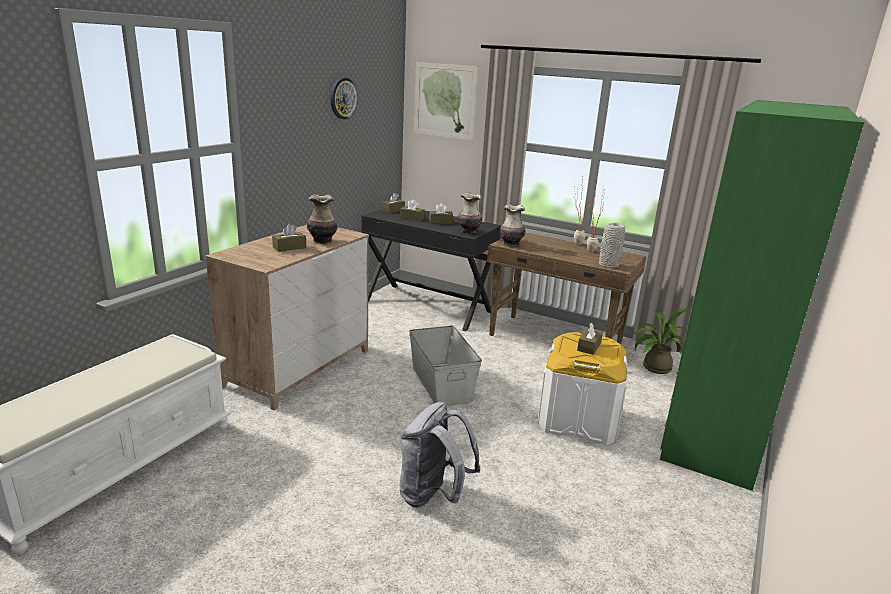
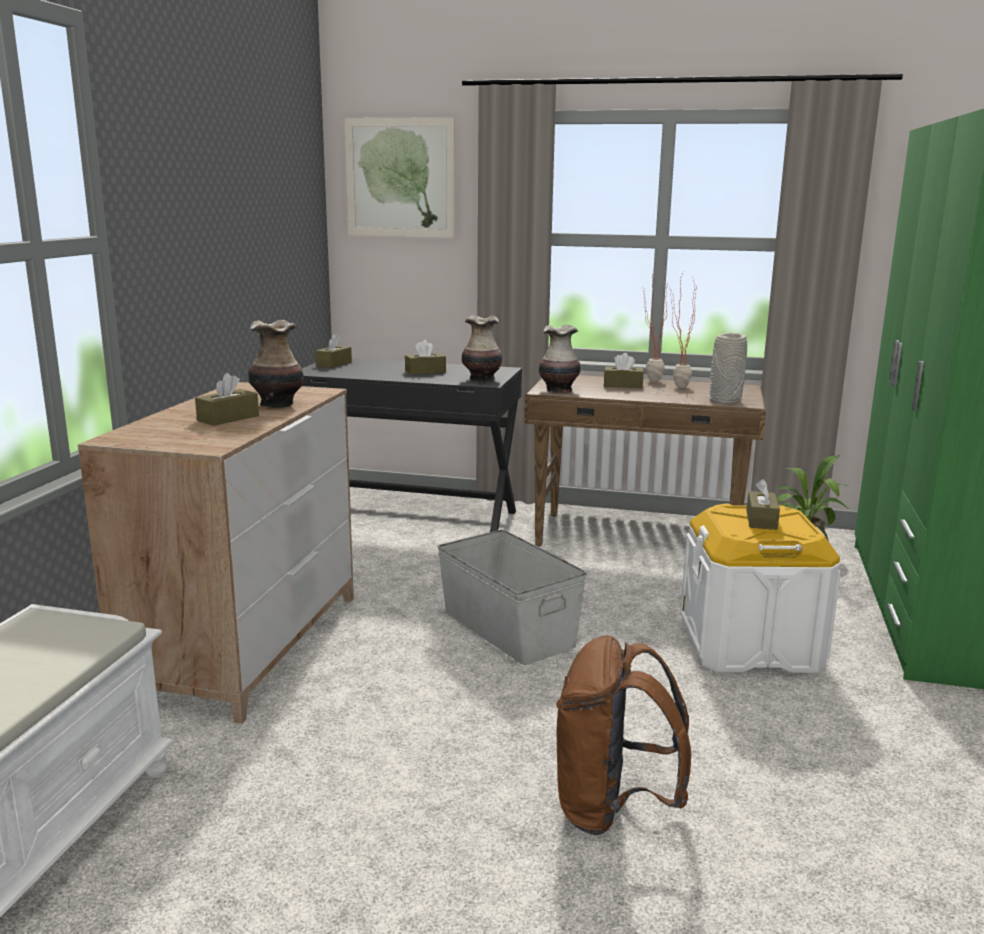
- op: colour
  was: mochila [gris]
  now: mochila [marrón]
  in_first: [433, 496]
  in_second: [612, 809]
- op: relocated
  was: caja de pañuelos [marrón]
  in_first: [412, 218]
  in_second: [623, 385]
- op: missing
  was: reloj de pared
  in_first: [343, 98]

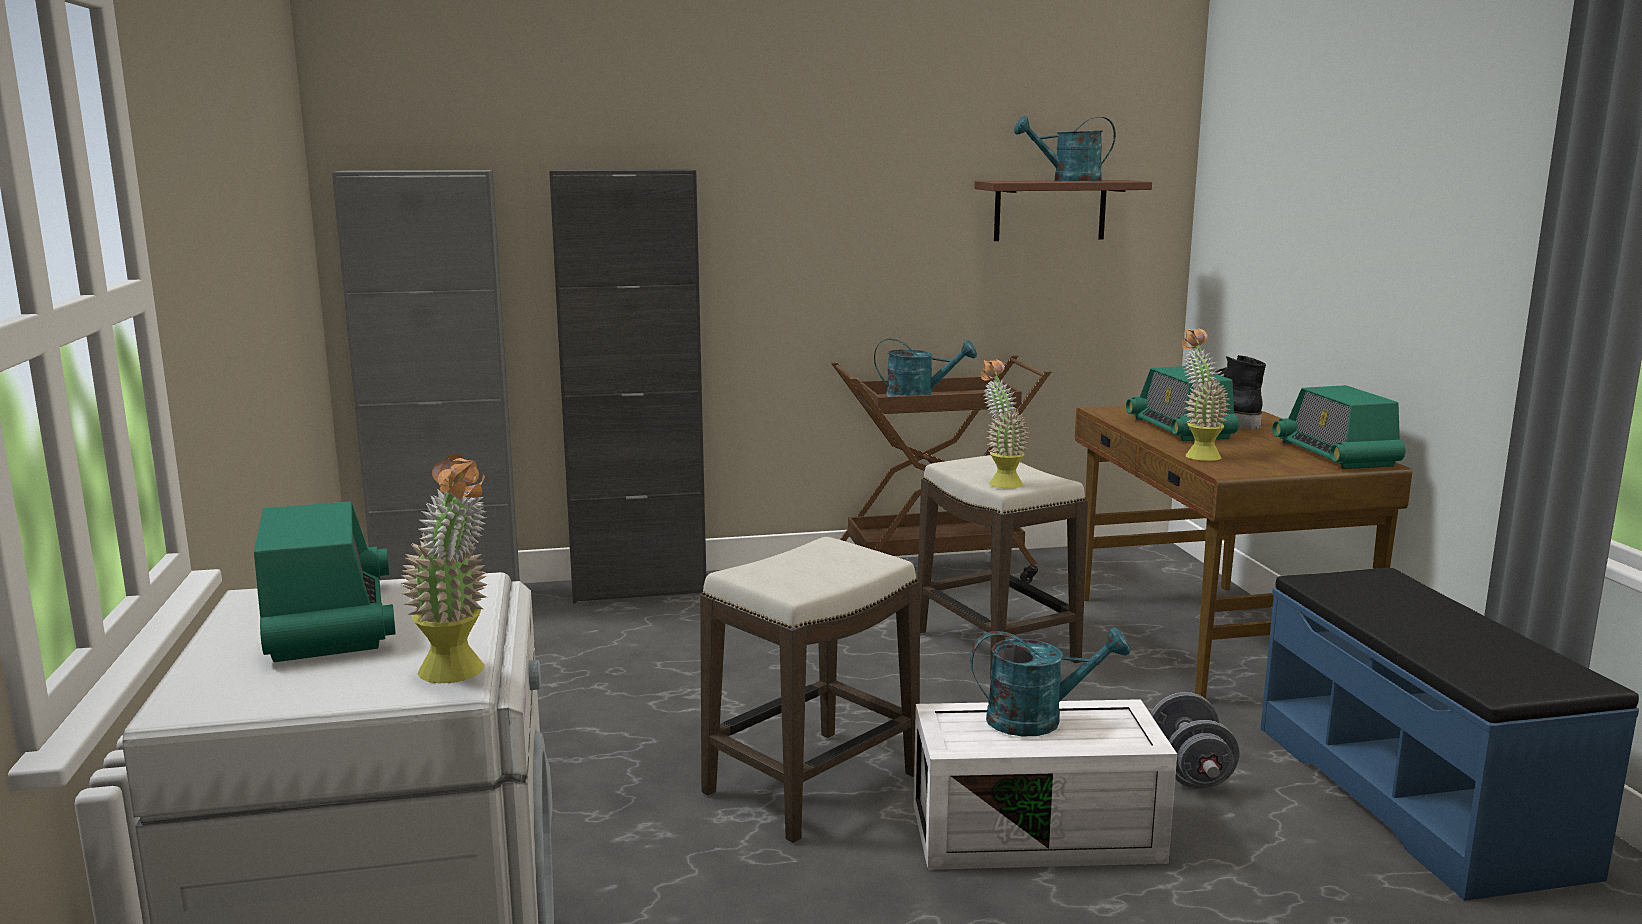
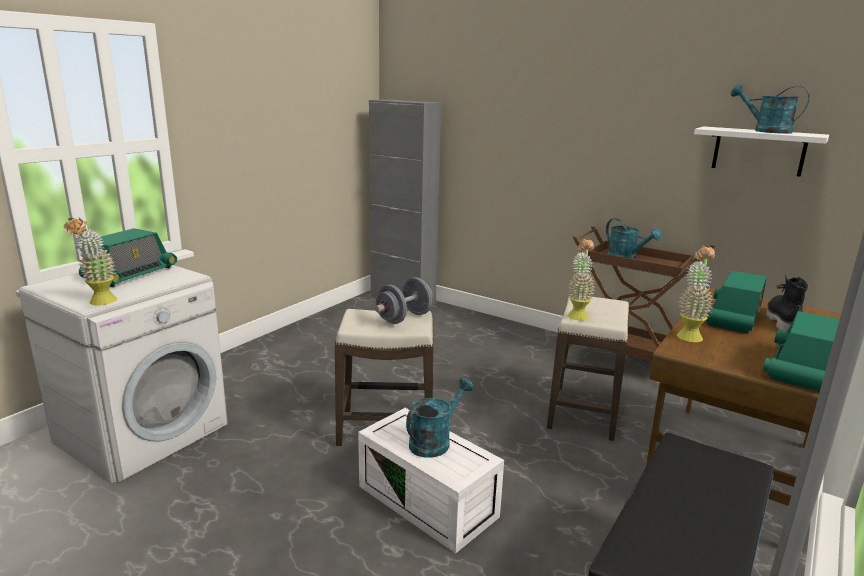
- op: relocated
  was: mancuerna [gris]
  in_first: [1189, 771]
  in_second: [404, 318]
- op: spun
  was: regadera [turquesa]
  in_first: [1038, 720]
  in_second: [435, 441]
  clockwise: -90
- op: colour
  was: estante [marrón]
  now: estante [blanco]
  in_first: [1050, 210]
  in_second: [758, 151]
- op: missing
  was: armario [negro]
  in_first: [638, 588]

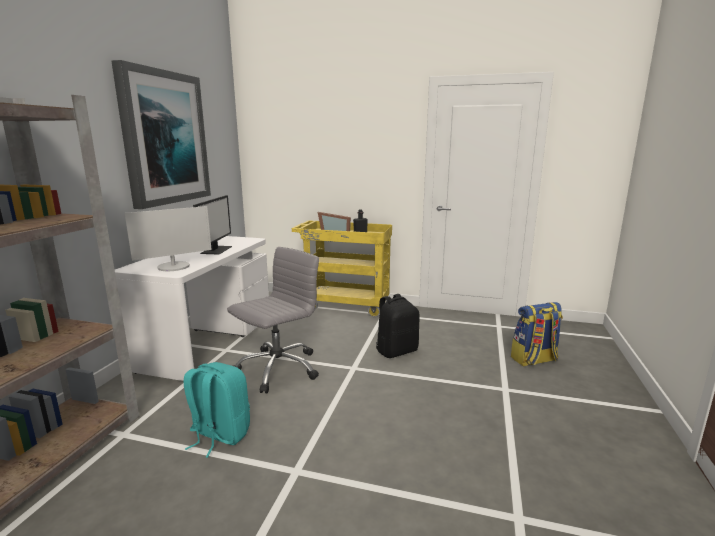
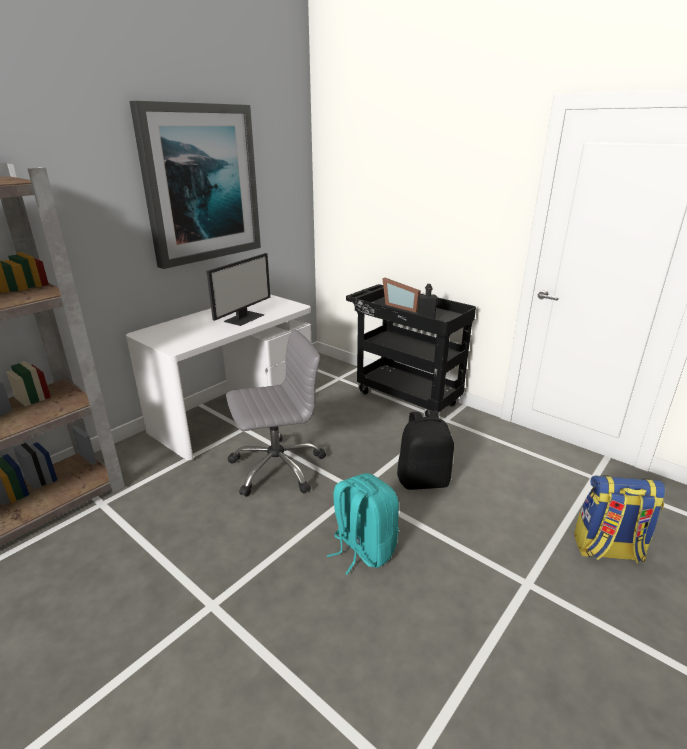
- op: relocated
  was: mochila [turquesa]
  in_first: [219, 435]
  in_second: [362, 549]
- op: colour
  was: carrito [amarillo]
  now: carrito [negro]
  in_first: [343, 307]
  in_second: [403, 399]
- op: missing
  was: monitor
  in_first: [174, 267]

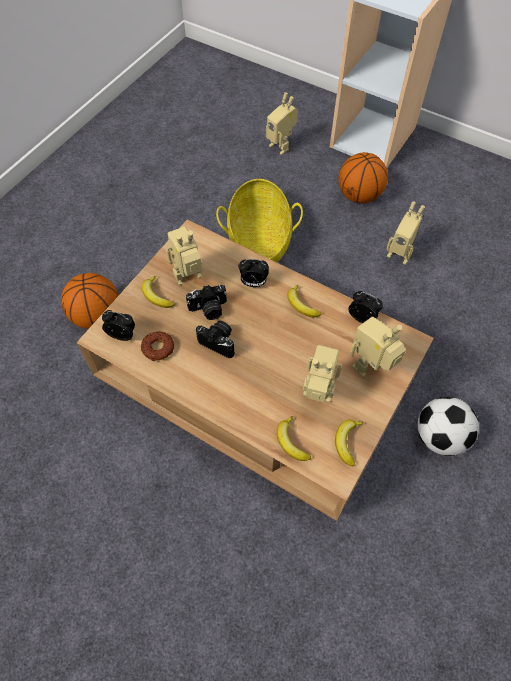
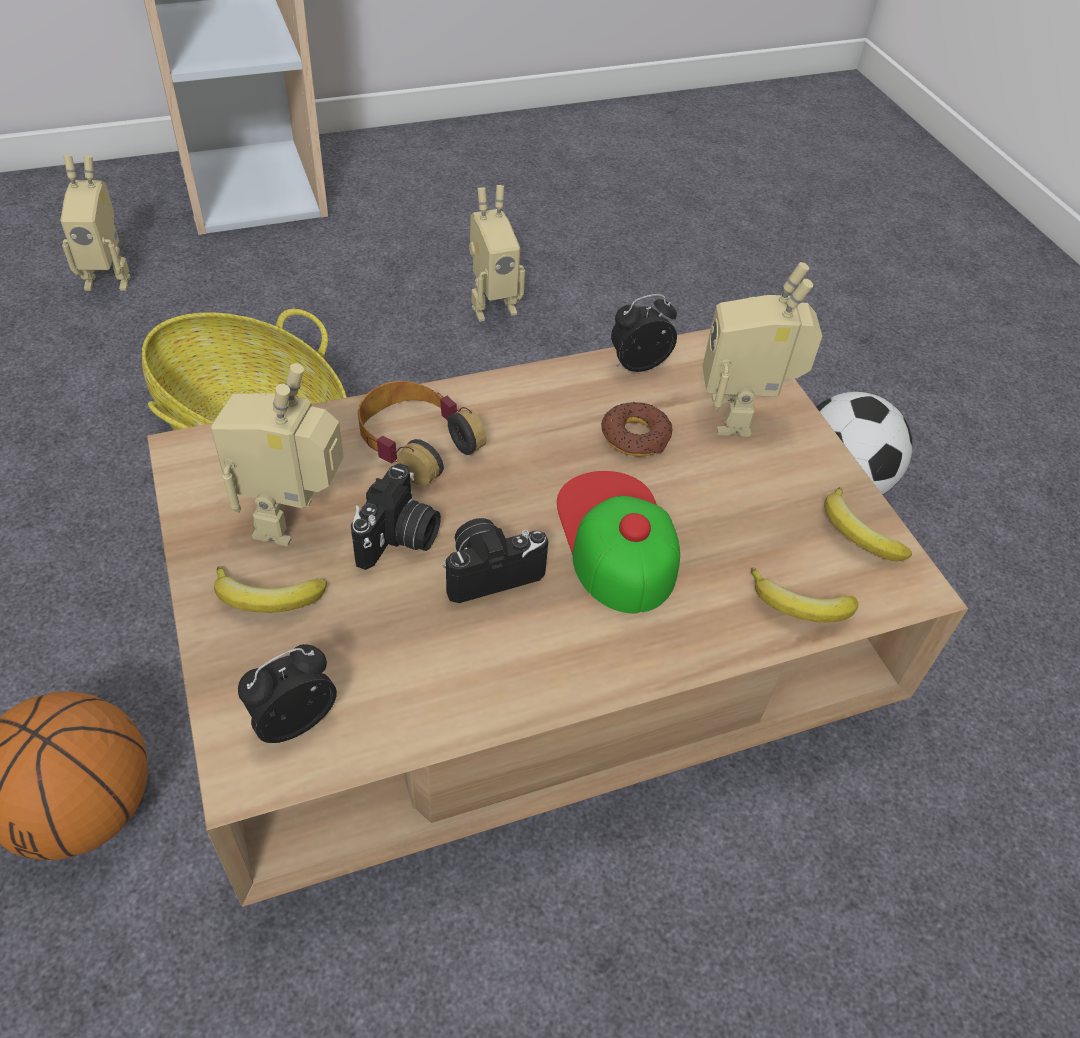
- op: exchanged
  was: despertador
  now: auriculares
  in_first: [253, 283]
  in_second: [416, 441]
- op: appeared
  now: gorra
  in_second: [616, 538]
- op: relocated
  was: rosquilla
  in_first: [158, 348]
  in_second: [635, 436]
- op: missing
  was: plátano
  in_first: [301, 305]
- op: missing
  was: robot de juguete
  in_first: [316, 396]
- op: missing
  was: balón de baloncesto
  in_first: [359, 196]

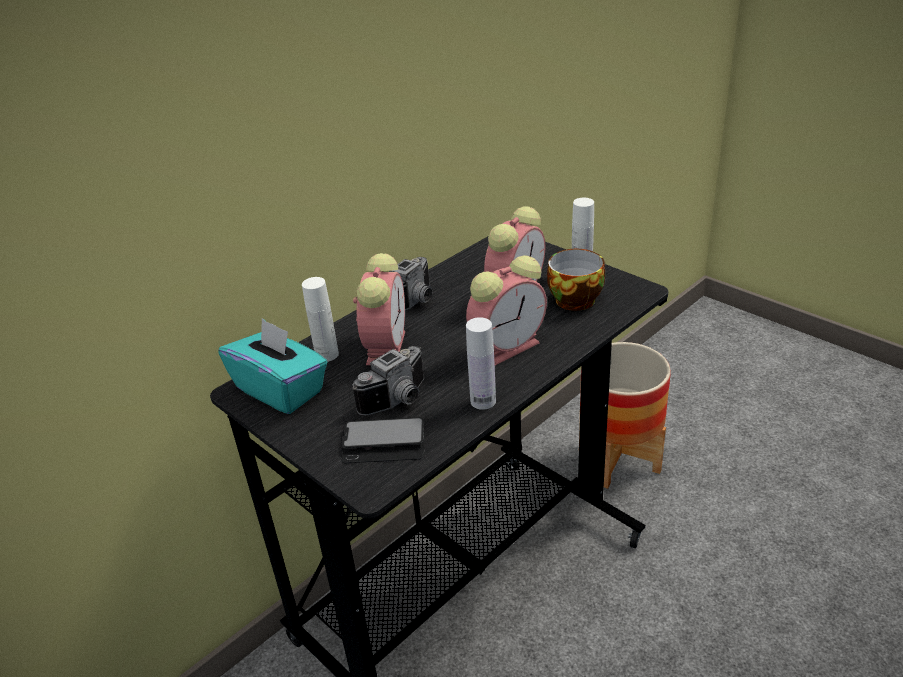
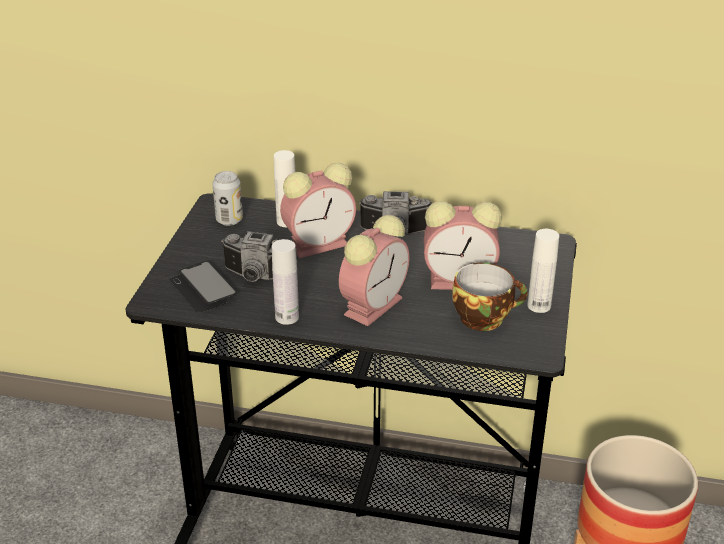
- op: exchanged
  was: caja de pañuelos [turquesa]
  now: lata
  in_first: [281, 390]
  in_second: [229, 220]
- op: spun
  was: despertador
  in_first: [509, 346]
  in_second: [374, 304]
  clockwise: -75

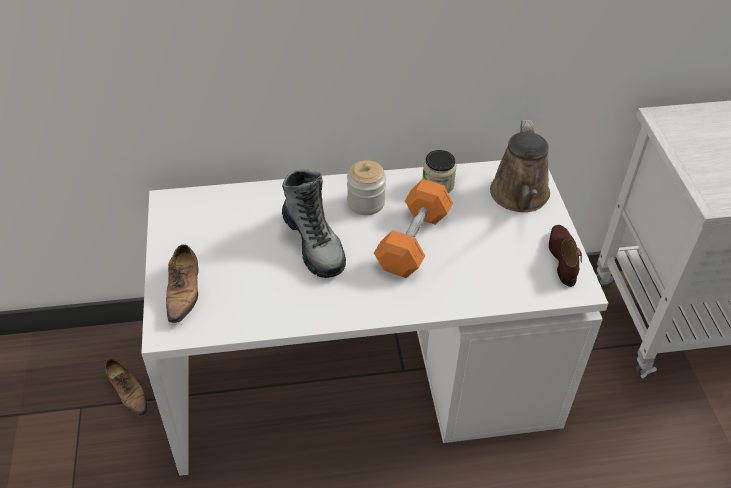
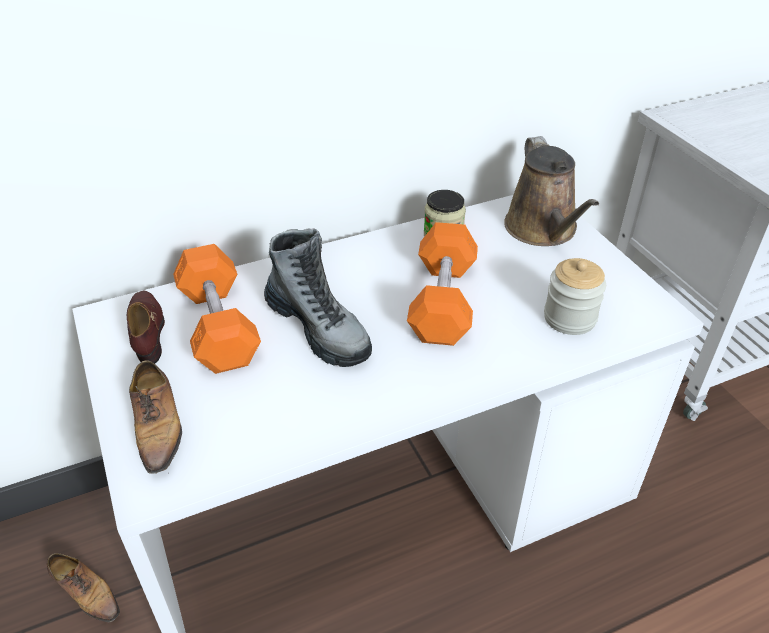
- op: relocated
  was: zapato [marrón]
  in_first: [563, 258]
  in_second: [148, 331]
- op: appeared
  now: mancuerna [naranja]
  in_second: [218, 326]
- op: relocated
  was: tarro
  in_first: [366, 202]
  in_second: [569, 318]

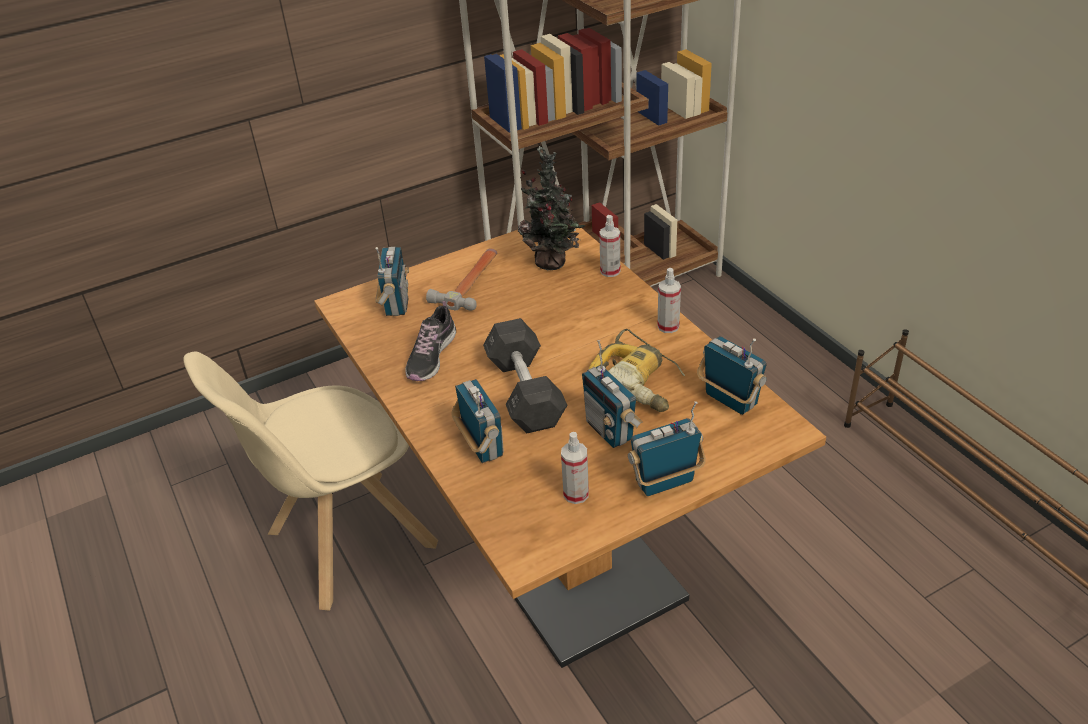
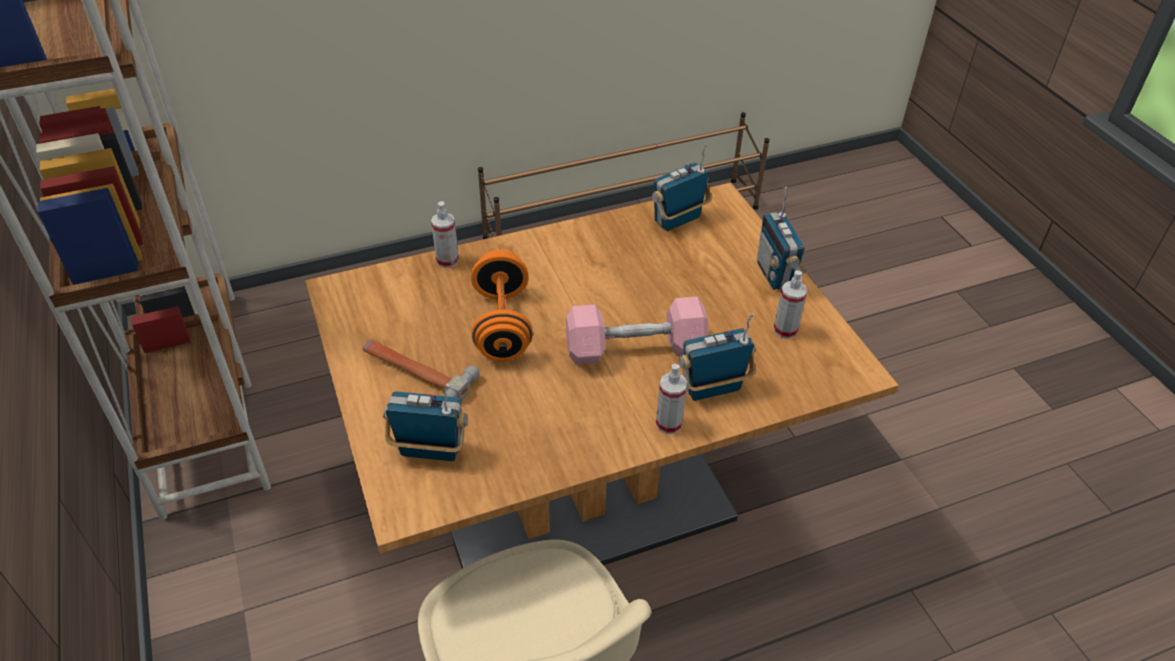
- op: appeared
  now: mancuerna [naranja]
  in_second: [502, 325]
- op: colour
  was: mancuerna [gris]
  now: mancuerna [rosa]
  in_first: [525, 392]
  in_second: [635, 348]
- op: relocated
  was: pulverizador
  in_first: [668, 326]
  in_second: [668, 424]
- op: missing
  was: zapato
  in_first: [431, 356]
- op: missing
  was: planta en maceta
  in_first: [553, 263]
- op: missing
  was: radio
  in_first: [610, 430]
- op: missing
  was: taladro
  in_first: [640, 380]

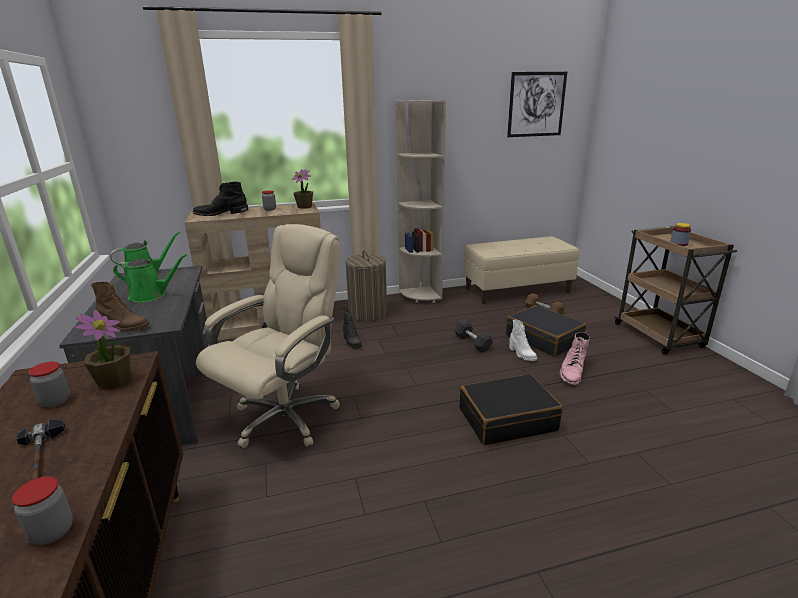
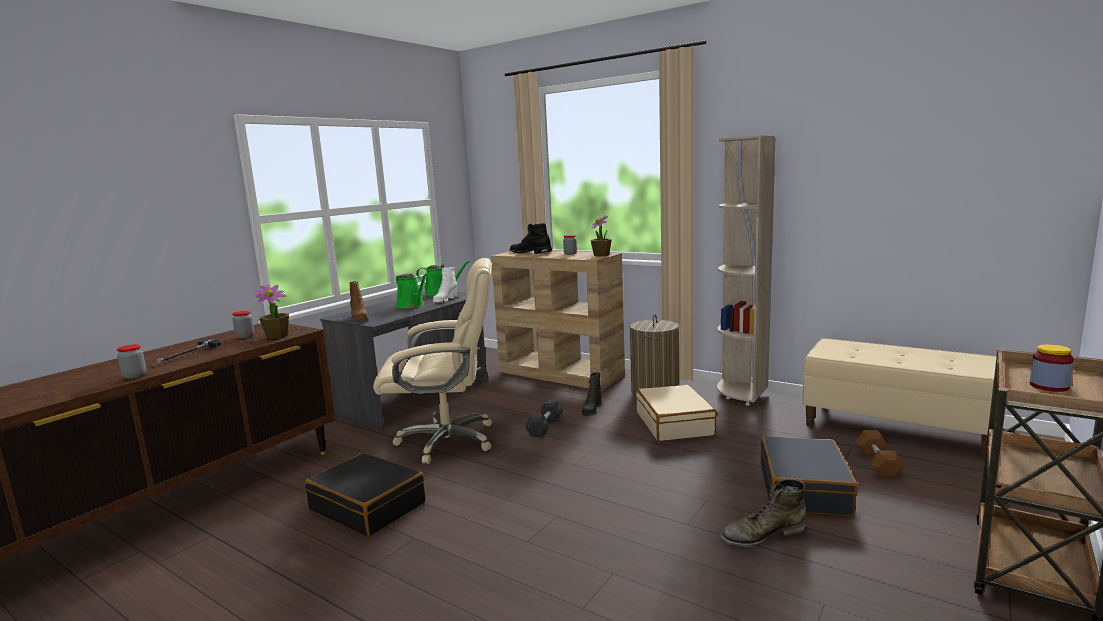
- op: relocated
  was: maleta [negro]
  in_first: [507, 419]
  in_second: [368, 506]
- op: relocated
  was: bota [blanco]
  in_first: [521, 354]
  in_second: [445, 300]
- op: relocated
  was: mancuerna [gris]
  in_first: [473, 343]
  in_second: [545, 427]
- op: appeared
  now: maleta [beis]
  in_second: [675, 424]
- op: colour
  was: bota [rosa]
  now: bota [verde]
  in_first: [572, 371]
  in_second: [762, 534]
- op: missing
  was: cuadro
  in_first: [536, 104]

